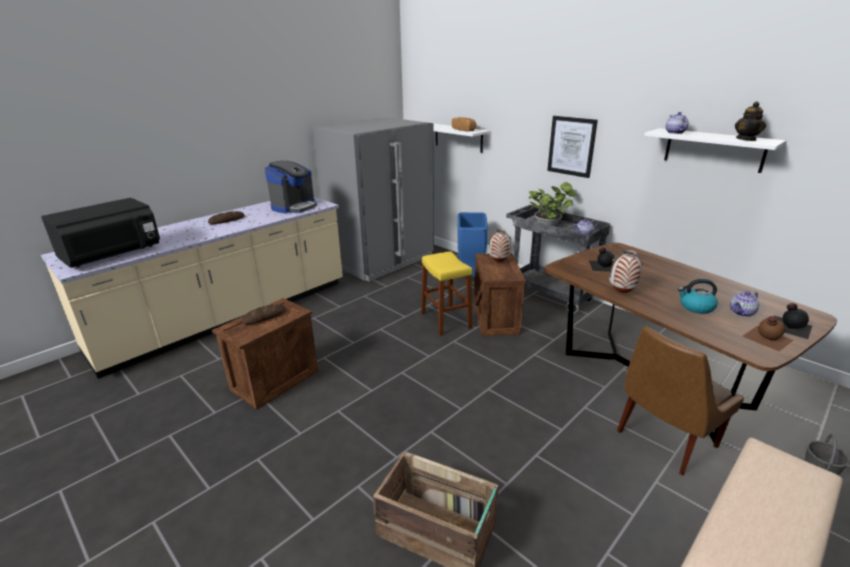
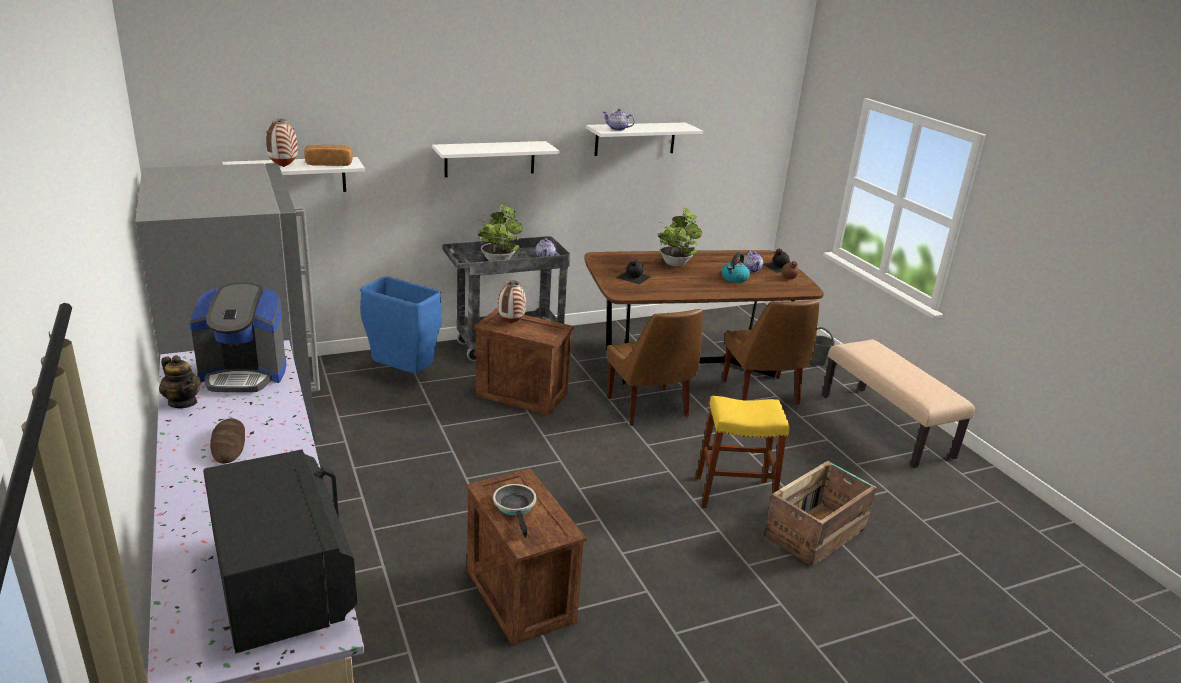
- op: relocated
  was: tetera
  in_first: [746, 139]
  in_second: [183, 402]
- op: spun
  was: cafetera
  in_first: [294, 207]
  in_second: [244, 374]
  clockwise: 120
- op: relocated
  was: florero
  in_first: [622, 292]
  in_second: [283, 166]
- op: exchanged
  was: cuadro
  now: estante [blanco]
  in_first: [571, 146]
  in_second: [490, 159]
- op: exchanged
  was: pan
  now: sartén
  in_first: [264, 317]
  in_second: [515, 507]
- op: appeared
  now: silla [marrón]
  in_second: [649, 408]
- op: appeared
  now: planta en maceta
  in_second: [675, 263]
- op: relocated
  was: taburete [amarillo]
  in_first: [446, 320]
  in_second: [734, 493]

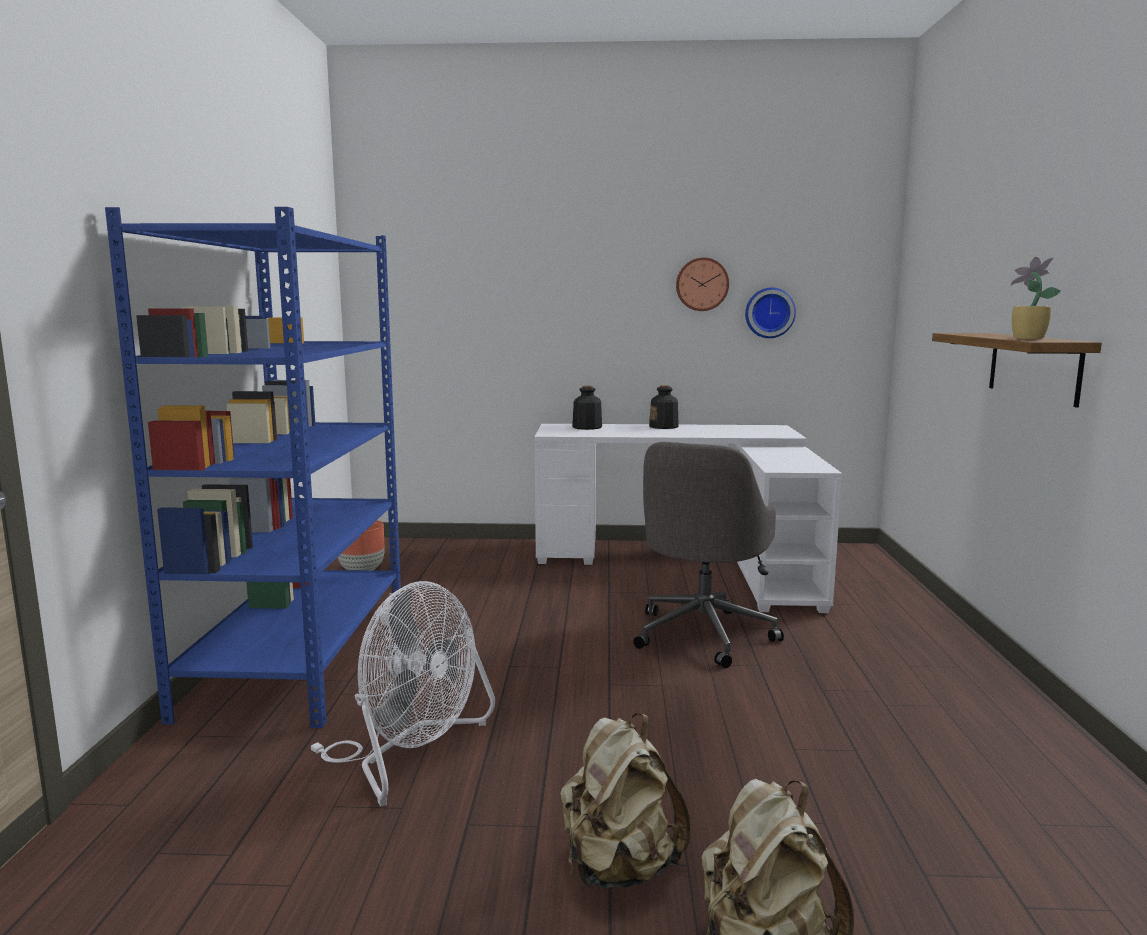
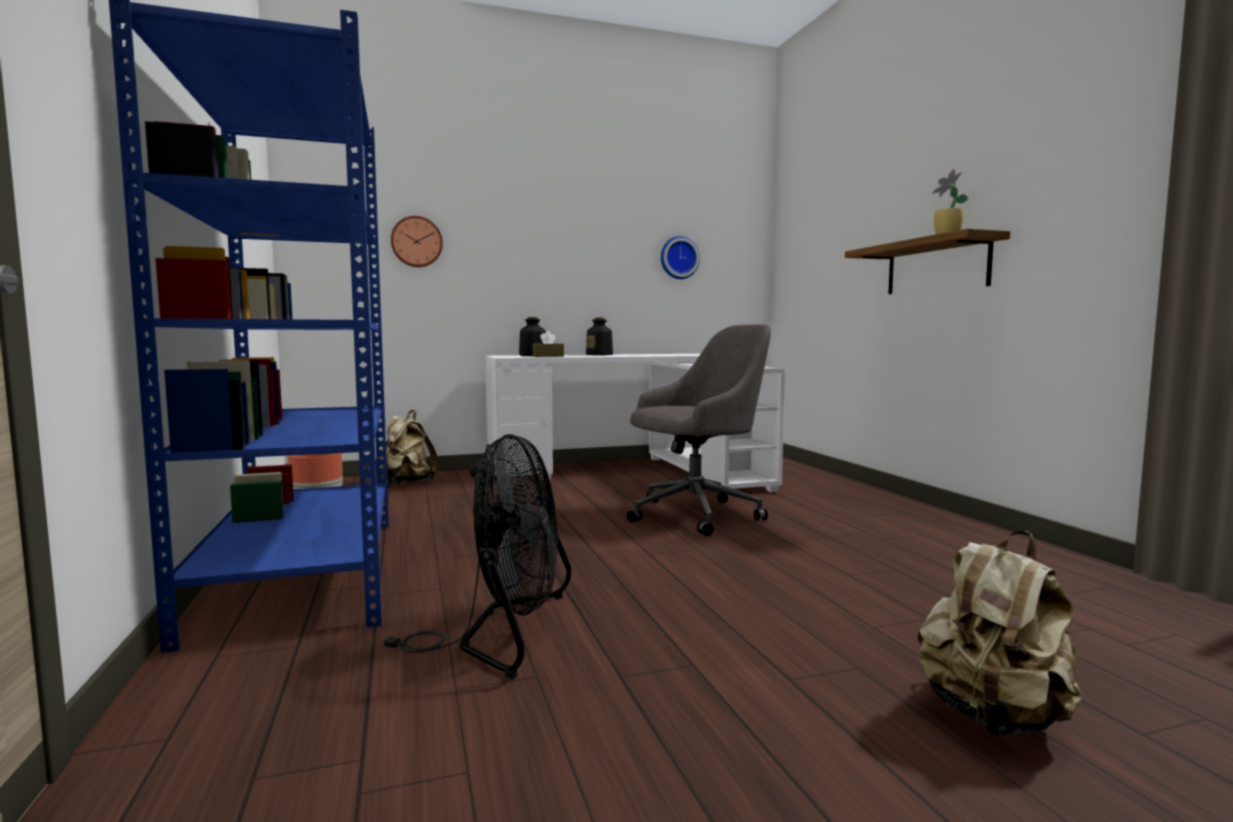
- op: relocated
  was: mochila [beis]
  in_first: [618, 868]
  in_second: [406, 483]
- op: colour
  was: ventilador [blanco]
  now: ventilador [negro]
  in_first: [407, 755]
  in_second: [500, 633]
- op: relocated
  was: reloj de pared
  in_first: [702, 284]
  in_second: [416, 242]
- op: appeared
  now: caja de pañuelos [marrón]
  in_second: [548, 356]
- op: spun
  was: silla de oficina [gris]
  in_first: [703, 636]
  in_second: [696, 514]
  clockwise: -120

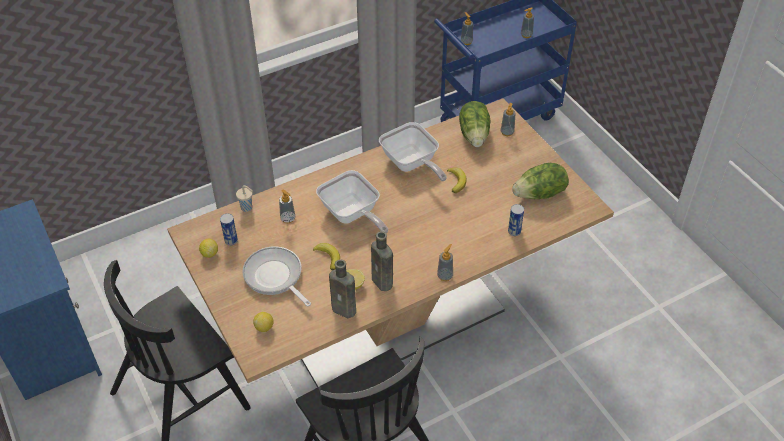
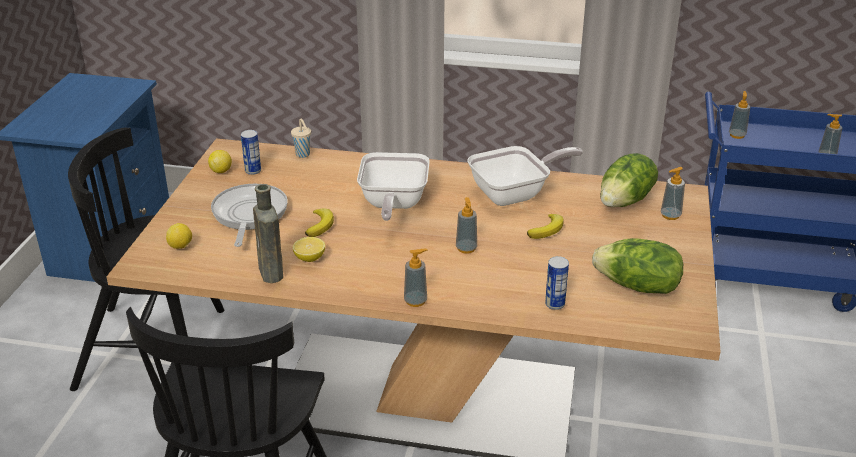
- op: relocated
  was: dispensador de jabón
  in_first: [288, 218]
  in_second: [466, 248]
- op: spun
  was: sartén
  in_first: [411, 164]
  in_second: [515, 194]
  clockwise: -120
- op: missing
  was: botella [marrón]
  in_first: [383, 283]

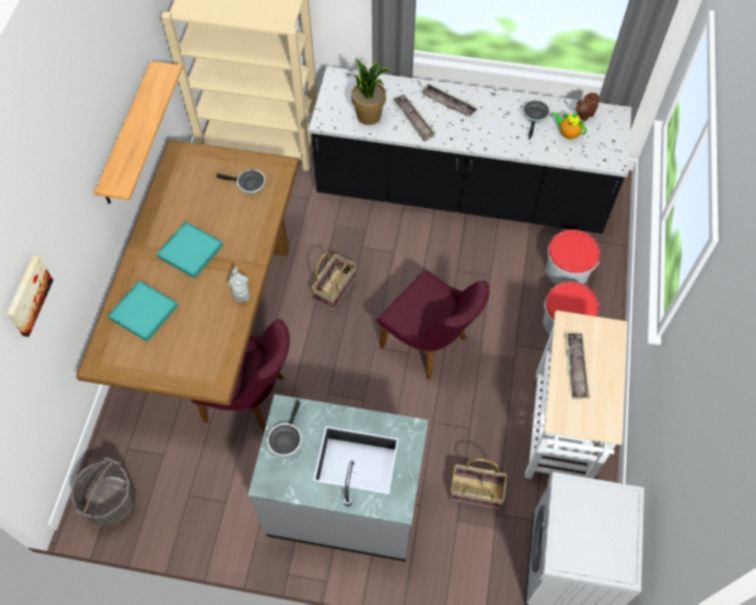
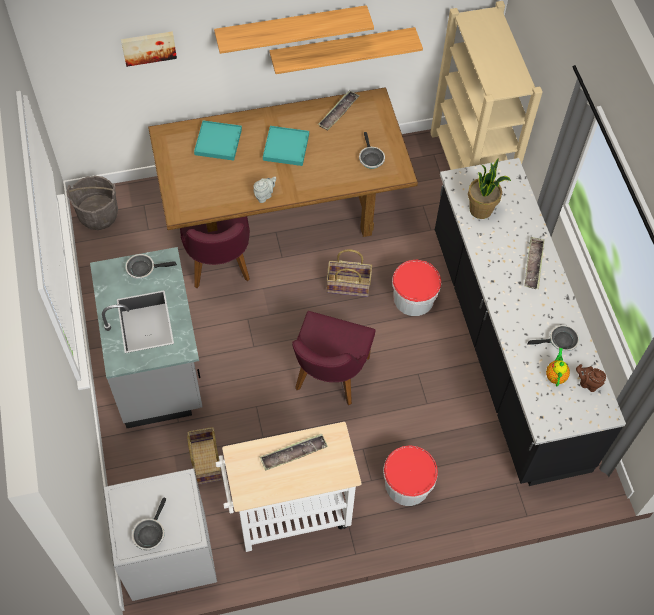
- op: appeared
  now: sartén
  in_second: [150, 533]
- op: appeared
  now: estante
  in_second: [291, 28]
- op: relocated
  was: bandeja
  in_first: [413, 120]
  in_second: [338, 113]
- op: relocated
  was: cubo
  in_first: [567, 271]
  in_second: [413, 298]

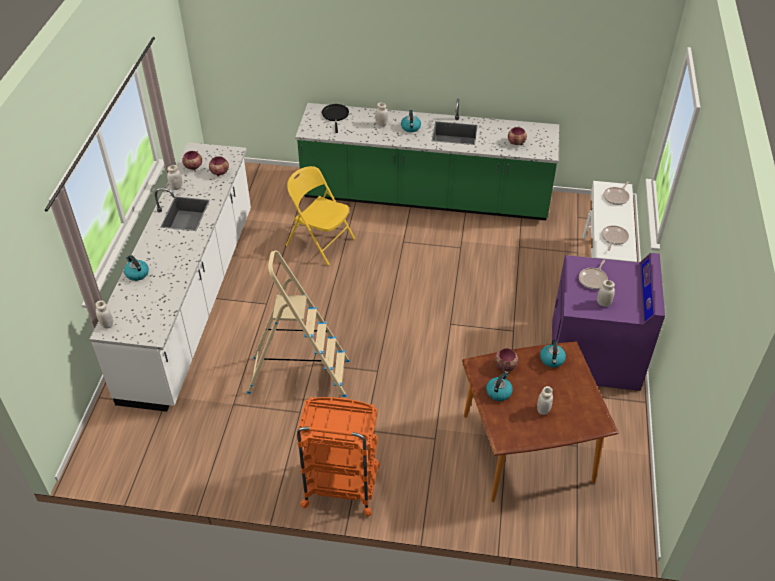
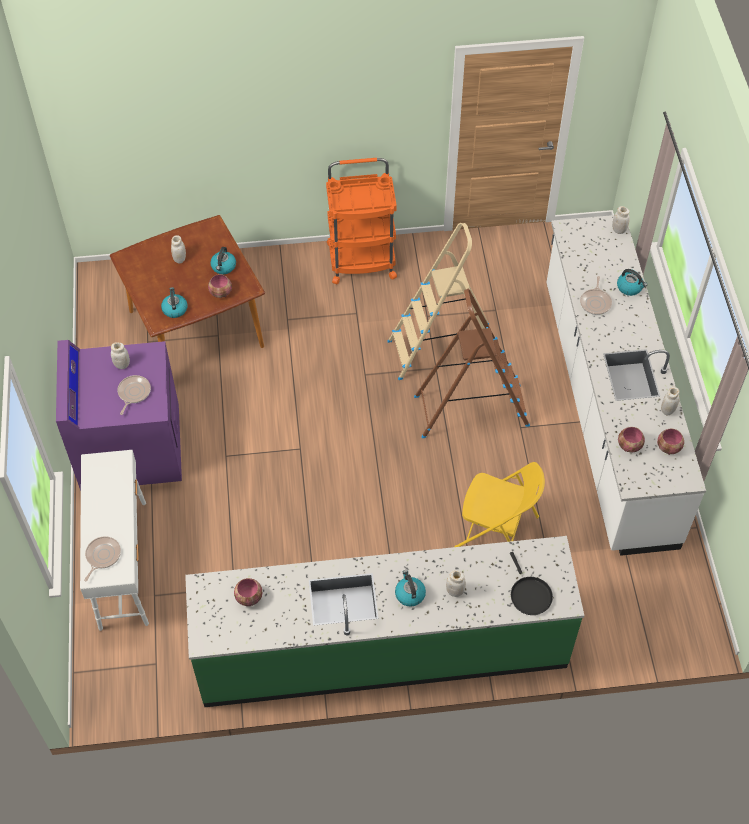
- op: appeared
  now: escalera de tijera [marrón]
  in_second: [472, 410]
- op: relocated
  was: sartén
  in_first: [613, 238]
  in_second: [595, 302]

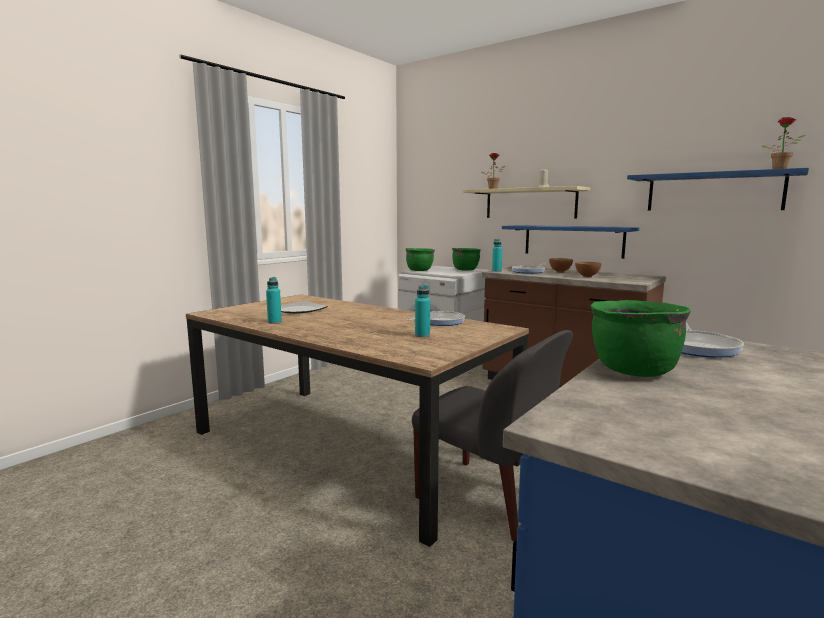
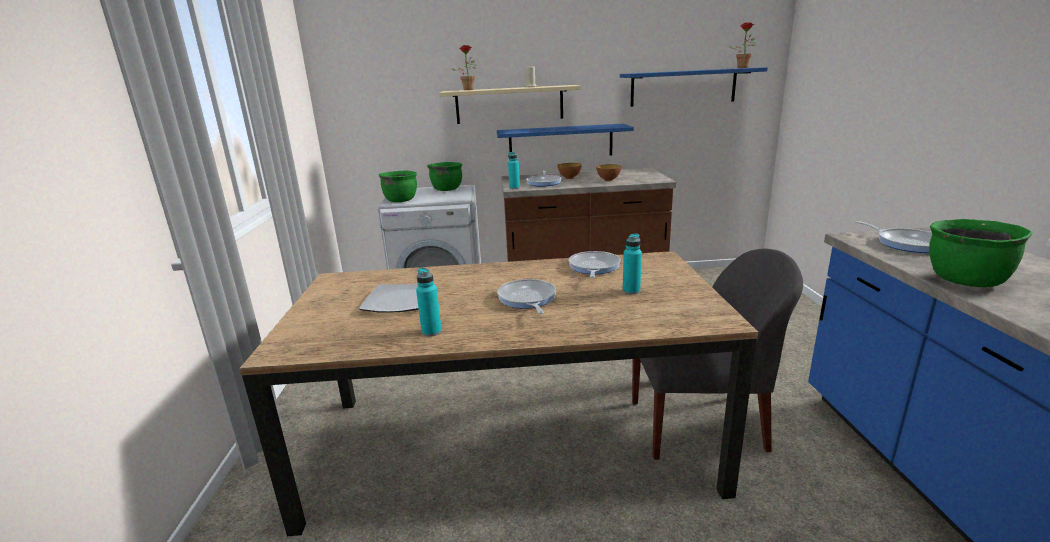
- op: appeared
  now: sartén
  in_second: [527, 299]

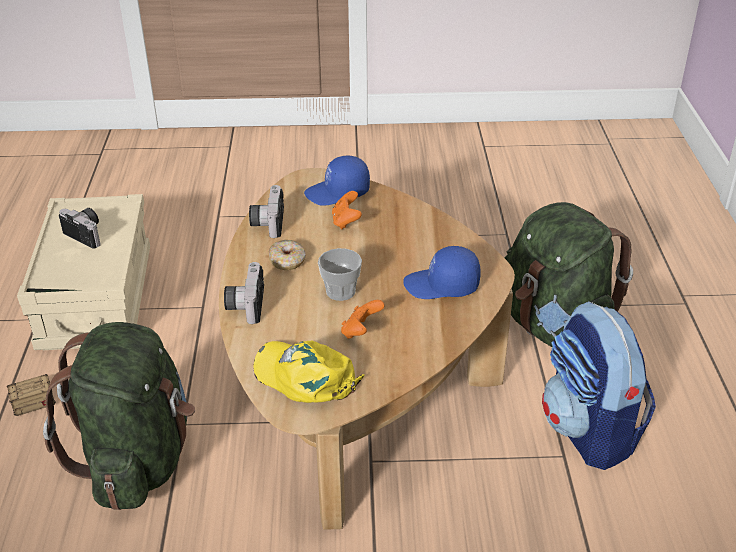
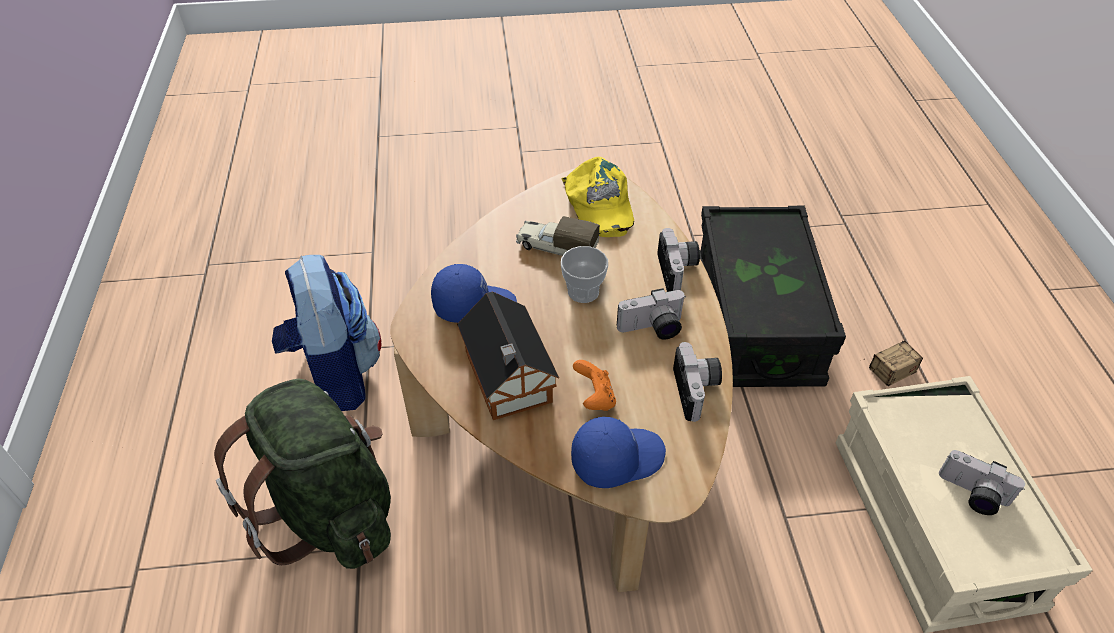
- op: appeared
  now: casita
  in_second: [508, 380]
- op: exchanged
  was: mando de consola [naranja]
  now: camión de juguete
  in_first: [361, 332]
  in_second: [556, 248]
- op: spun
  was: gorra [amarillo]
  in_first: [305, 377]
  in_second: [598, 205]
  clockwise: 45
- op: exchanged
  was: rosquilla
  now: cámara
  in_first: [287, 261]
  in_second: [652, 329]
- op: exchanged
  was: mochila [verde]
  now: caja de almacenaje [negro]
  in_first: [138, 460]
  in_second: [755, 321]

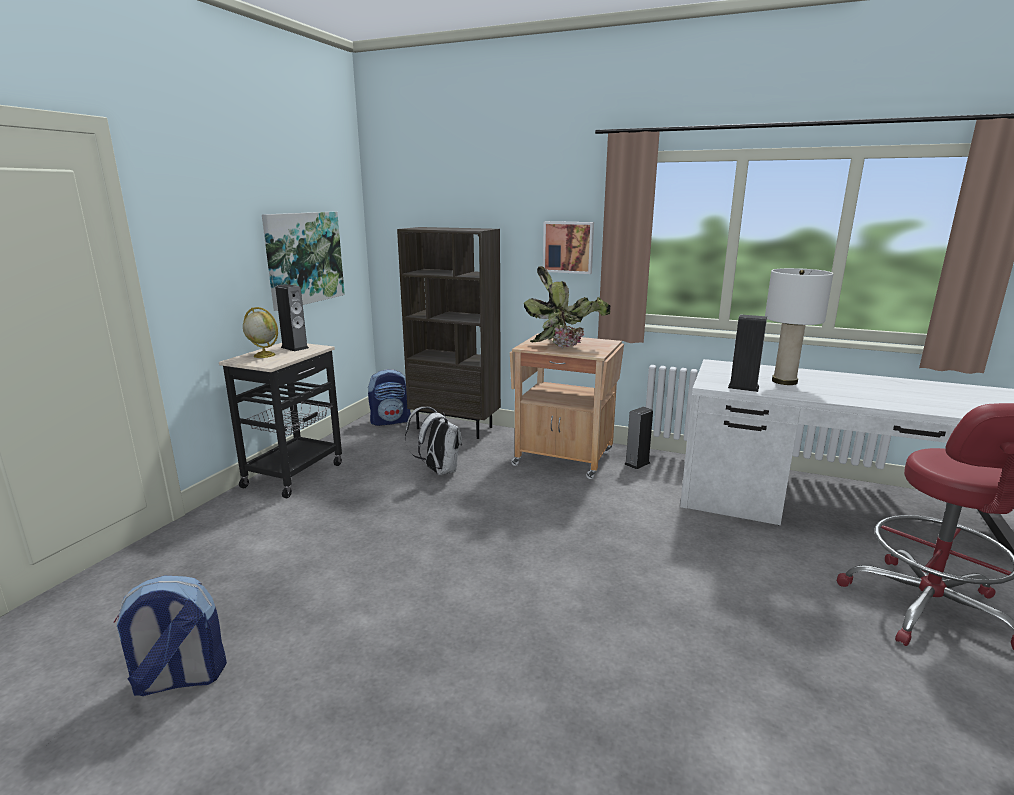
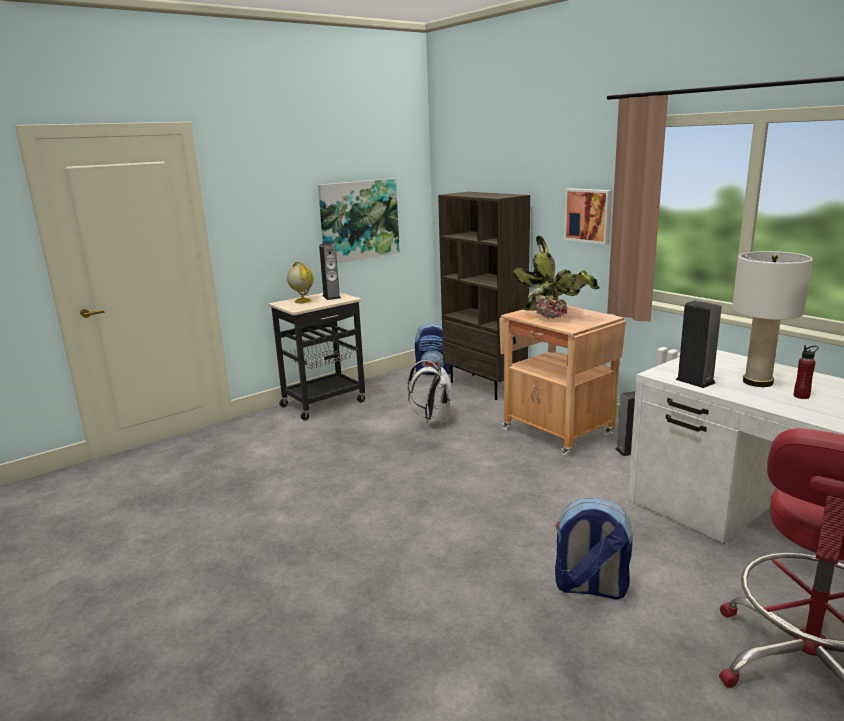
- op: relocated
  was: mochila
  in_first: [179, 679]
  in_second: [589, 588]
- op: appeared
  now: botella [rojo]
  in_second: [801, 396]

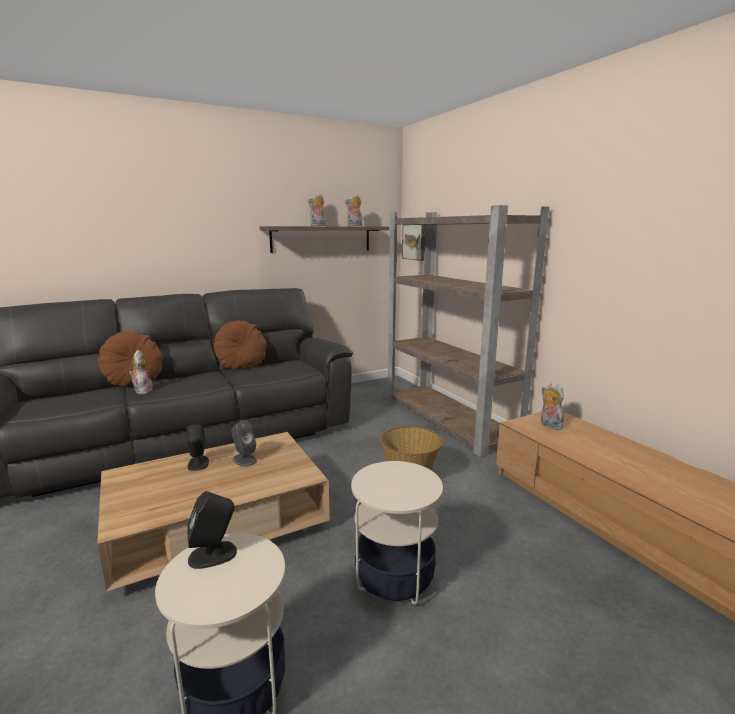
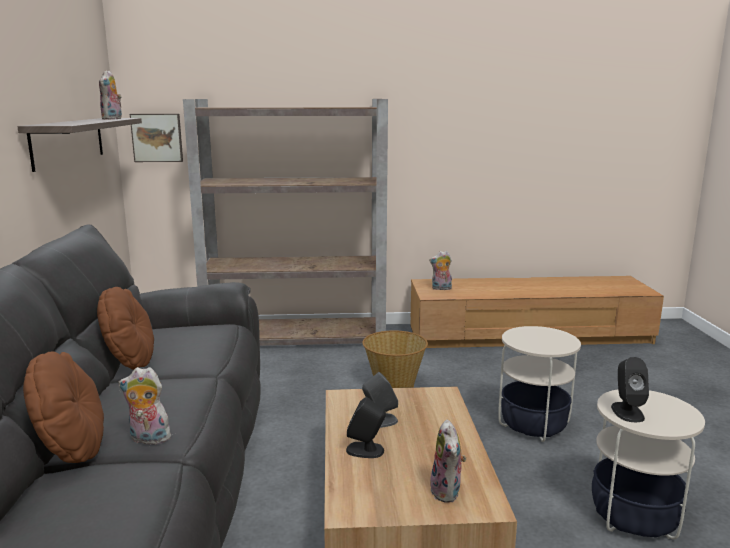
- op: relocated
  was: peluche
  in_first: [318, 226]
  in_second: [448, 492]

